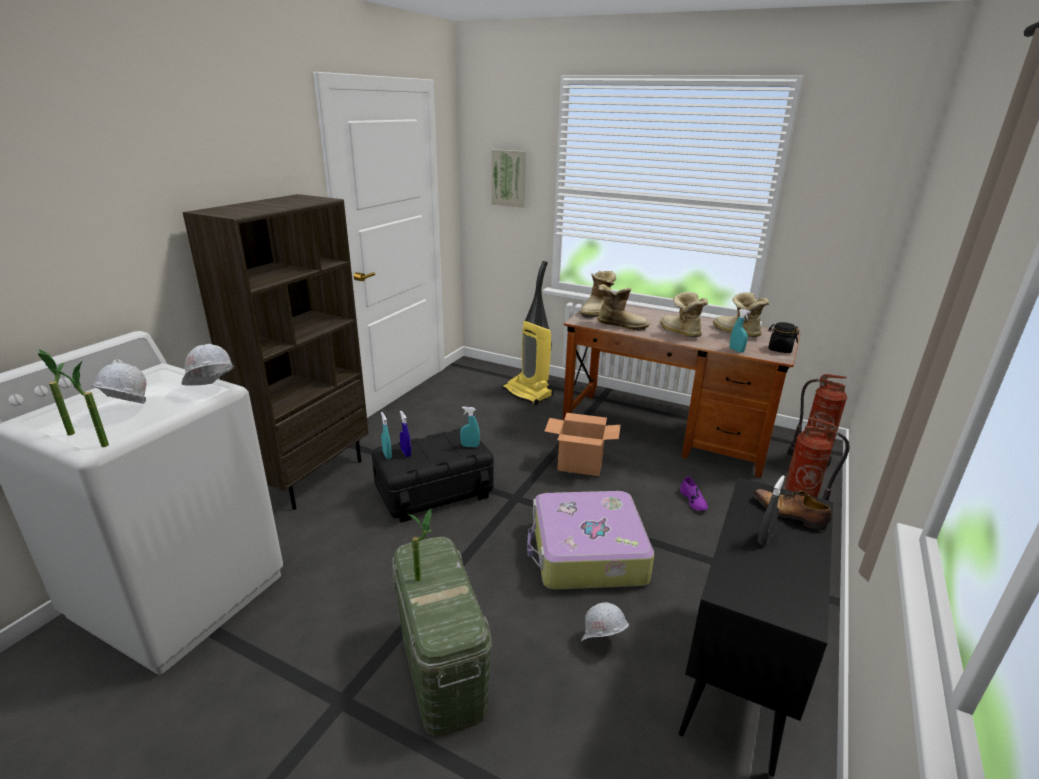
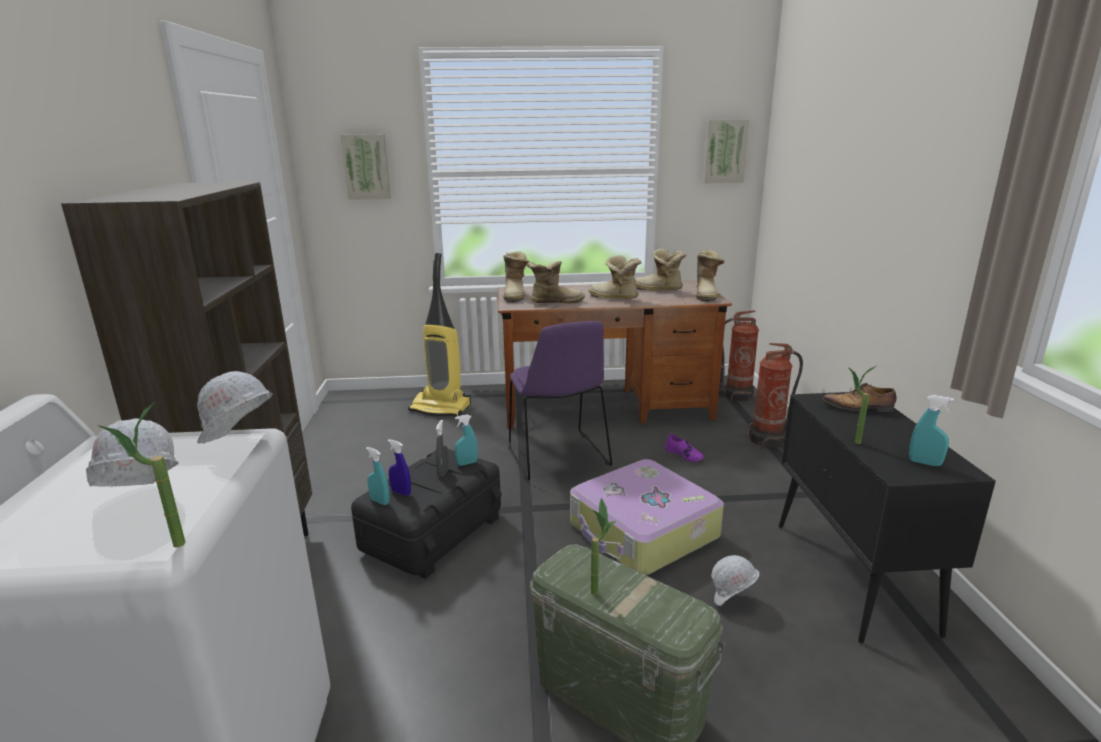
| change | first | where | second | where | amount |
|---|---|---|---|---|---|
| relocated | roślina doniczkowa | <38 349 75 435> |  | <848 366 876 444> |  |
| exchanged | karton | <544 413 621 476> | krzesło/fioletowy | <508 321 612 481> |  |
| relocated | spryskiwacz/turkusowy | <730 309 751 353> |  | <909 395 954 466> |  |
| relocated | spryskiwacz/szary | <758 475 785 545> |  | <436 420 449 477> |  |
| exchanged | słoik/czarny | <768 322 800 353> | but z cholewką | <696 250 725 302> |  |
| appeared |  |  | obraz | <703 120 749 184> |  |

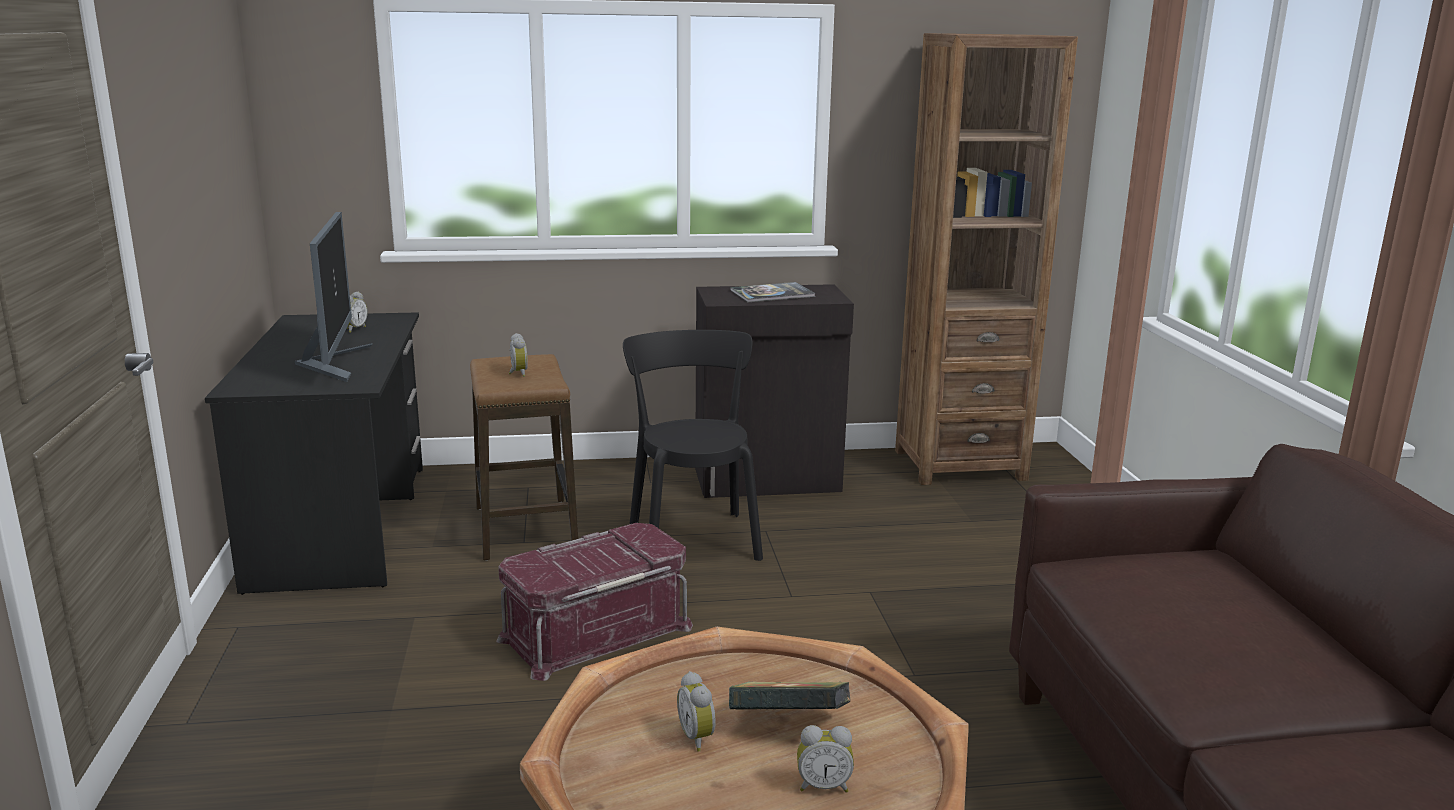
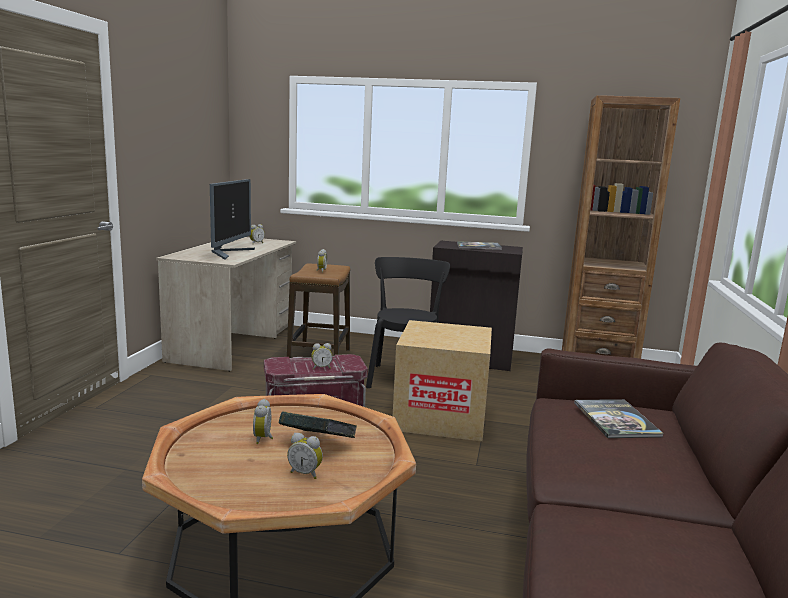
| change | first | where | second | where | amount |
|---|---|---|---|---|---|
| colour | biurko/czarny | <205 312 423 595> | biurko/beżowy | <156 237 296 371> |  |
| appeared |  |  | budzik | <311 343 333 369> |  |
| appeared |  |  | karton | <393 320 492 441> |  |
| appeared |  |  | książka | <574 399 664 438> |  |

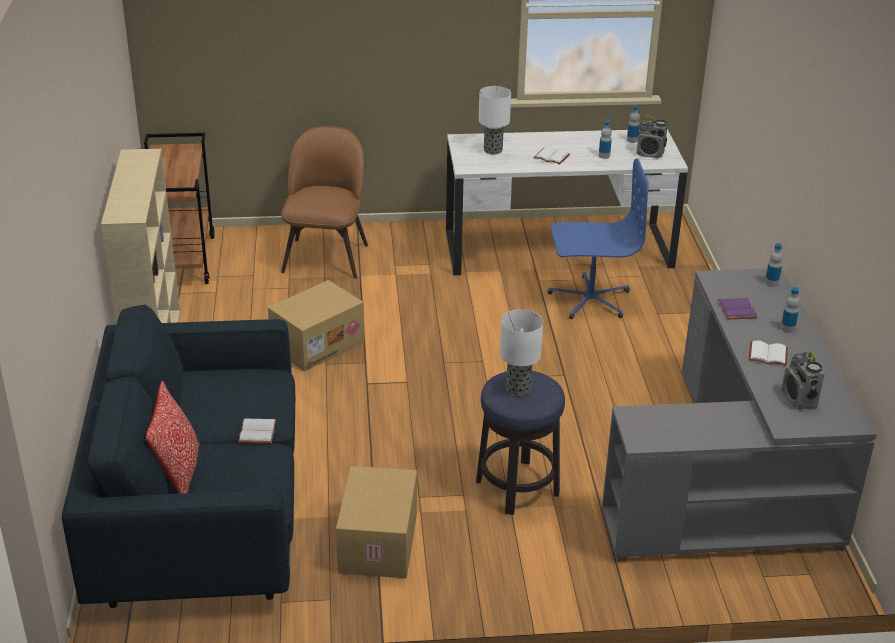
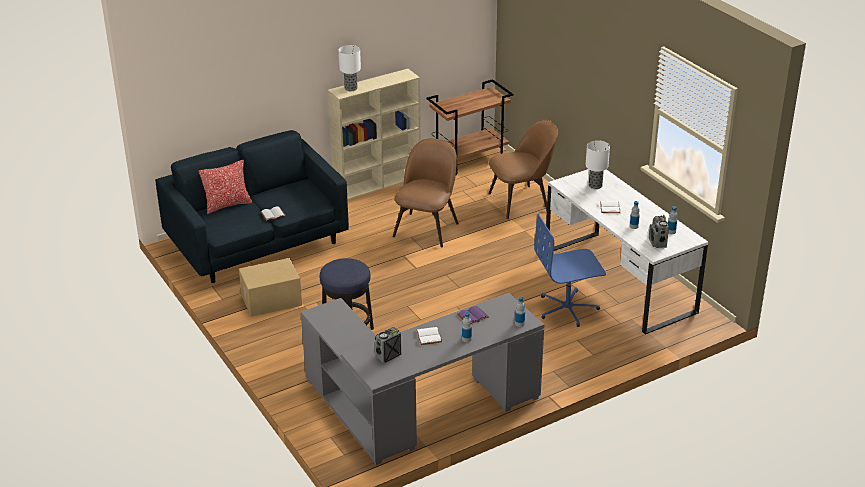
| change | first | where | second | where | amount |
|---|---|---|---|---|---|
| exchanged | karton | <268 280 365 372> | krzesło/brązowy | <393 138 459 247> |  |
| relocated | lampa stołowa | <500 309 543 396> |  | <339 45 361 91> |  |
| spun | krzesło biurowe/niebieski | <548 158 649 319> |  | <534 214 606 327> | 105 degrees clockwise |

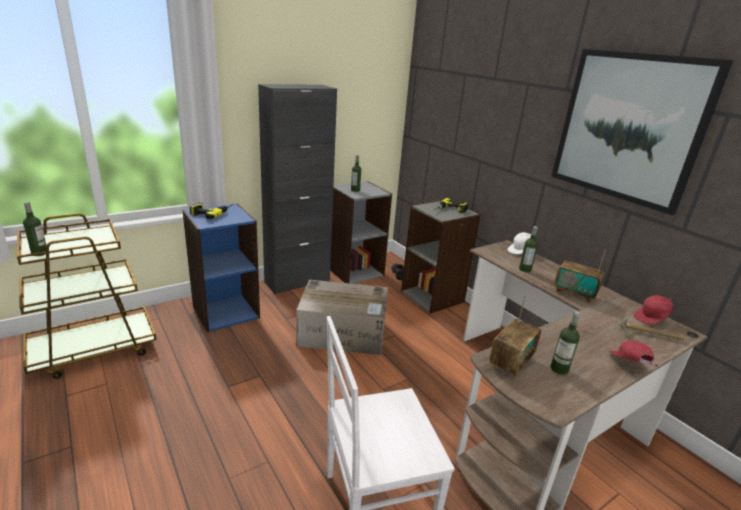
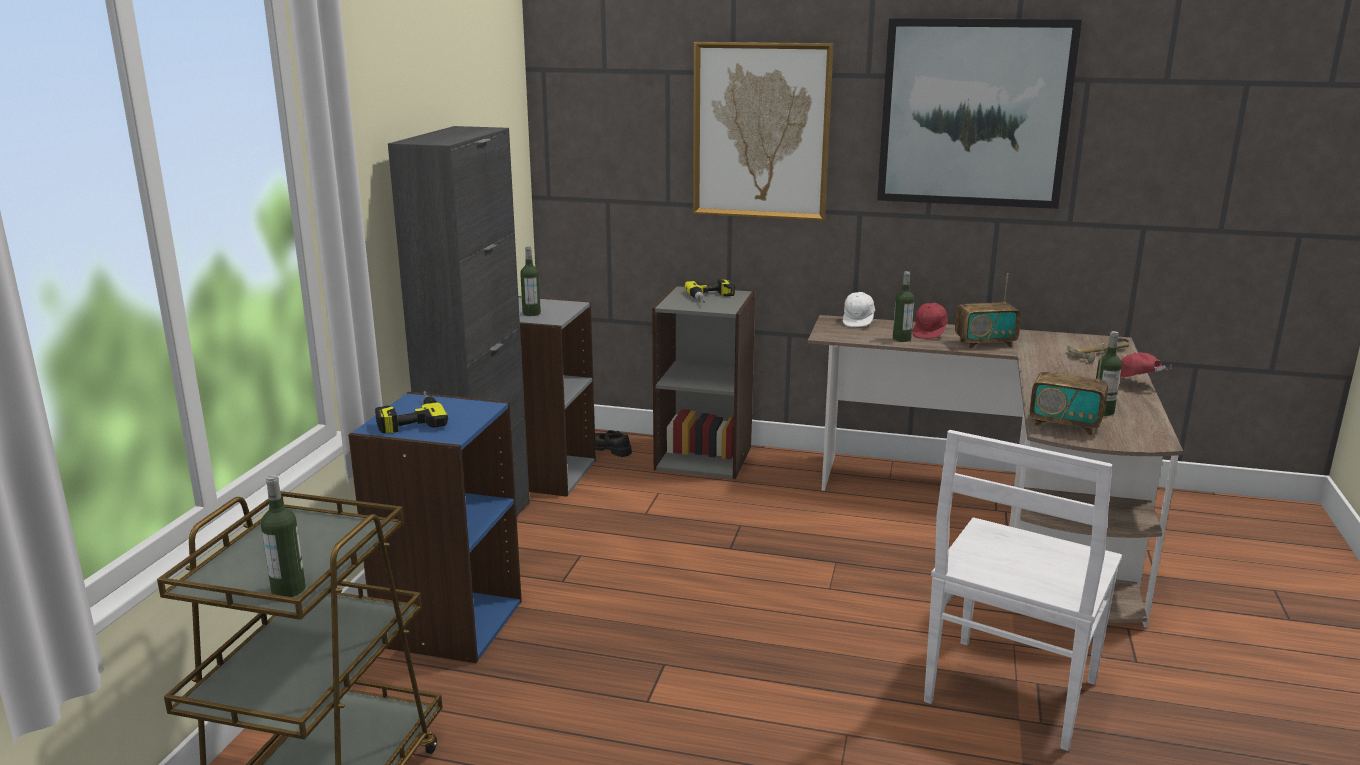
| change | first | where | second | where | amount |
|---|---|---|---|---|---|
| missing | karton | <296 279 388 355> |  |  |  |
| spun | radio | <489 296 542 378> |  | <1029 344 1108 435> | 120 degrees clockwise |
| relocated | czapka z daszkiem/czerwony | <634 295 673 324> |  | <912 303 948 339> |  |
| appeared |  |  | obraz | <693 42 834 221> |  |

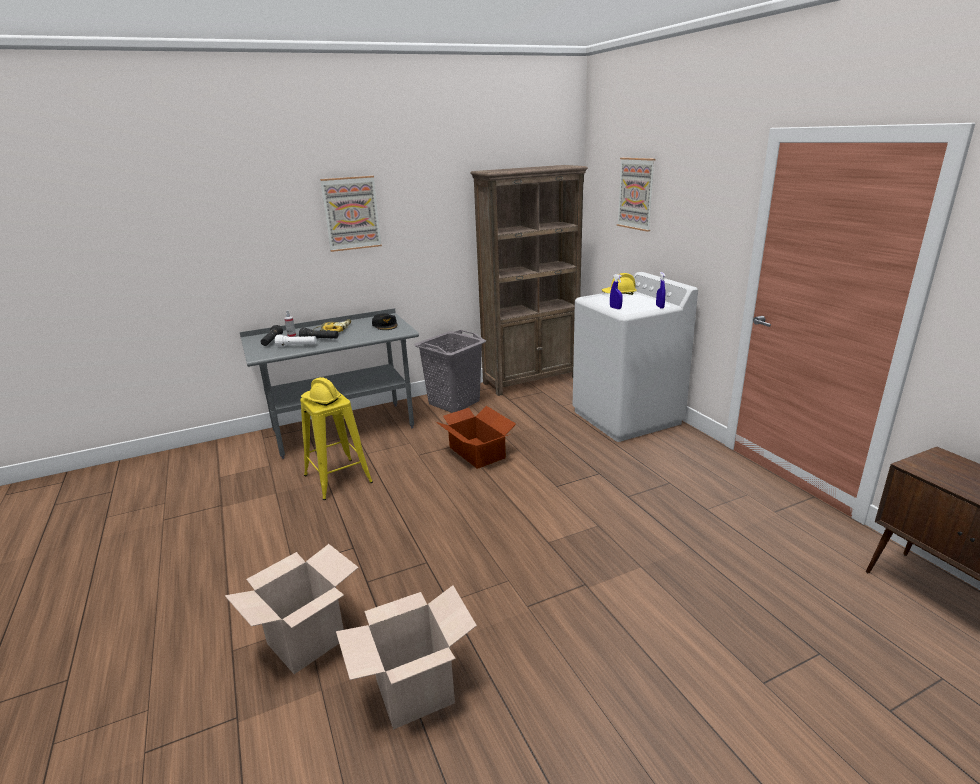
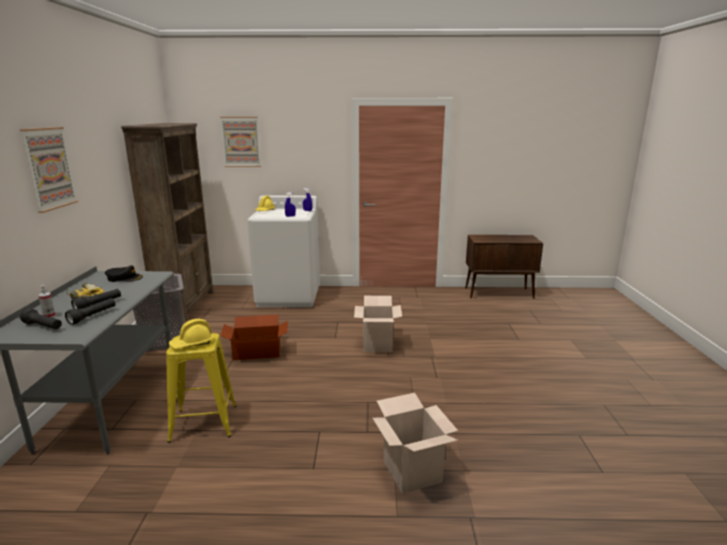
| change | first | where | second | where | amount |
|---|---|---|---|---|---|
| colour | latarka/biały | <275 335 317 347> | latarka/czarny | <65 298 115 325> |  |
| relocated | karton | <336 585 477 730> |  | <354 296 402 352> |  |

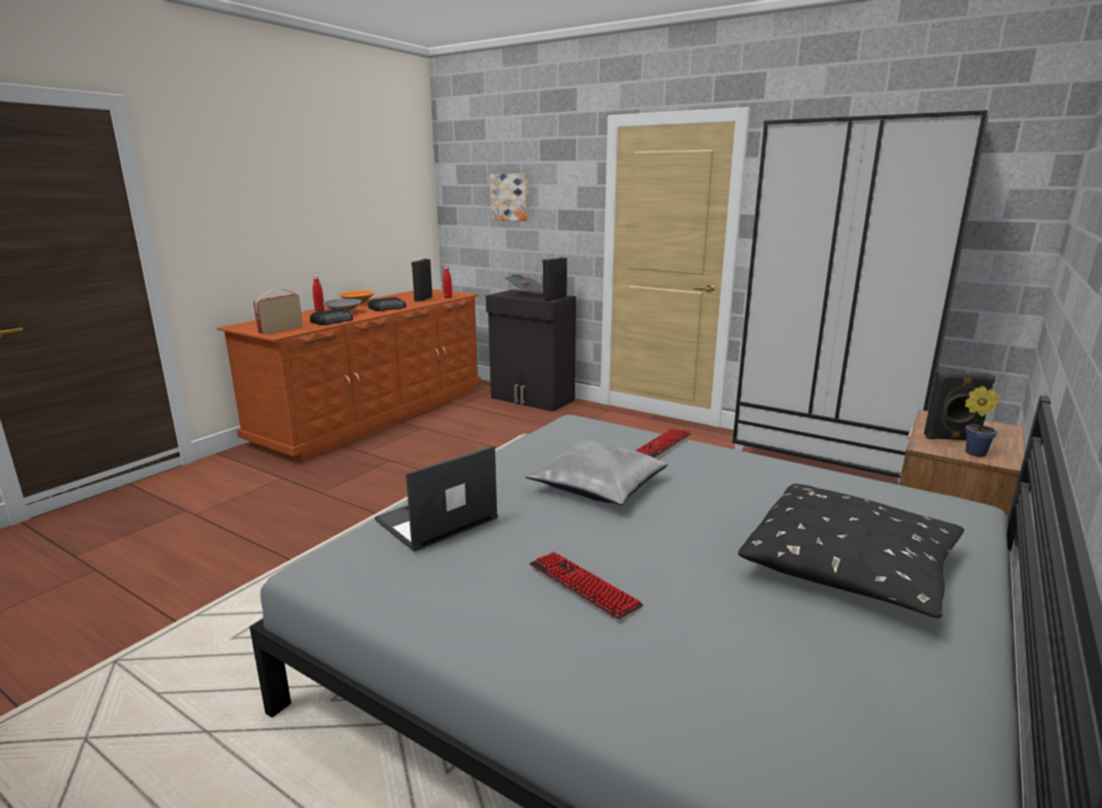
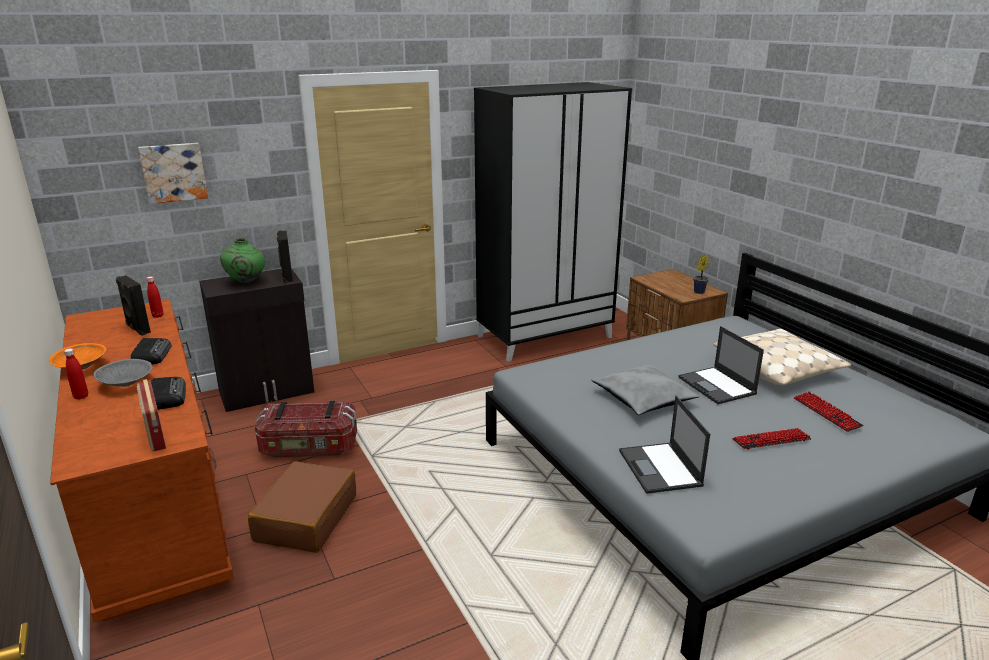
| change | first | where | second | where | amount |
|---|---|---|---|---|---|
| exchanged | gazeta | <505 274 543 293> | wazon/zielony | <220 238 265 283> |  |
| relocated | klawiatura | <635 428 691 458> |  | <794 391 864 432> |  |
| colour | poduszka/czarny | <738 484 964 618> | poduszka/beżowy | <713 329 851 385> |  |
| missing | głośnik/czarny | <924 371 996 440> |  |  |  |
| appeared |  |  | walizka/brązowy | <248 461 356 553> |  |
| appeared |  |  | pojemnik do przechowywania | <255 400 357 458> |  |
| appeared |  |  | laptop | <679 326 764 404> |  |

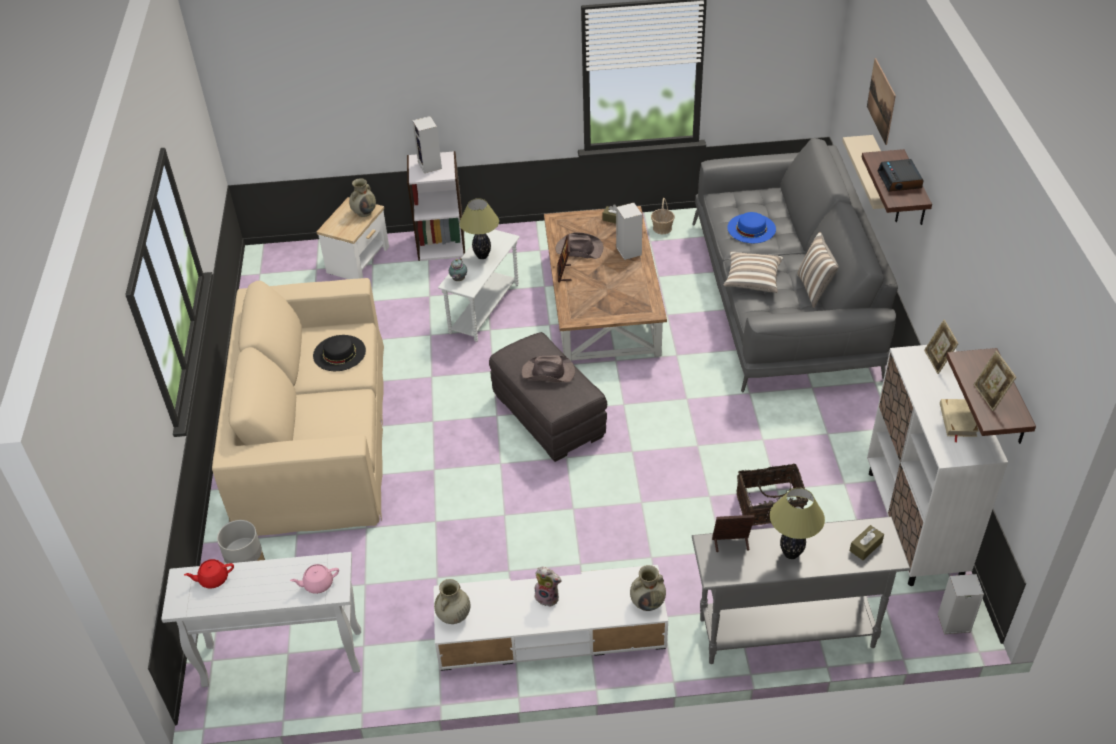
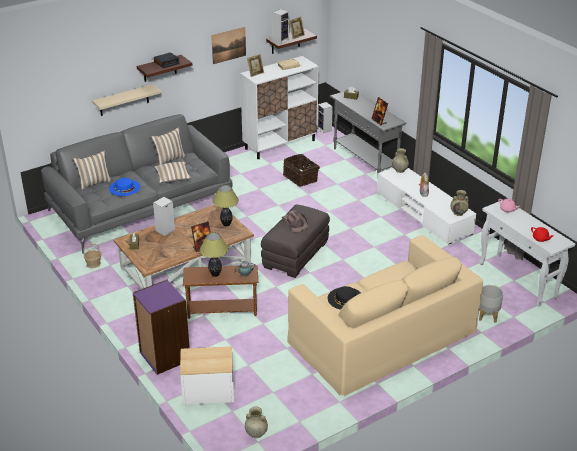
| change | first | where | second | where | amount |
|---|---|---|---|---|---|
| relocated | wazon/beżowy | <349 178 376 217> |  | <245 406 268 438> |  |
| colour | regał/biały | <407 151 465 261> | regał/fioletowy | <133 280 190 375> |  |
| relocated | głośnik | <412 116 442 173> |  | <272 9 289 44> |  |
| colour | stolik/biały | <438 229 520 342> | stolik/brązowy | <183 265 258 319> |  |
| missing | kapelusz/brązowy | <555 233 603 259> |  |  |  |
| relocated | lampa stołowa | <770 488 825 559> |  | <212 185 239 226> |  |
| relocated | obraz | <867 58 896 145> |  | <211 27 246 64> |  |
| appeared |  |  | poduszka | <73 150 112 190> |  |

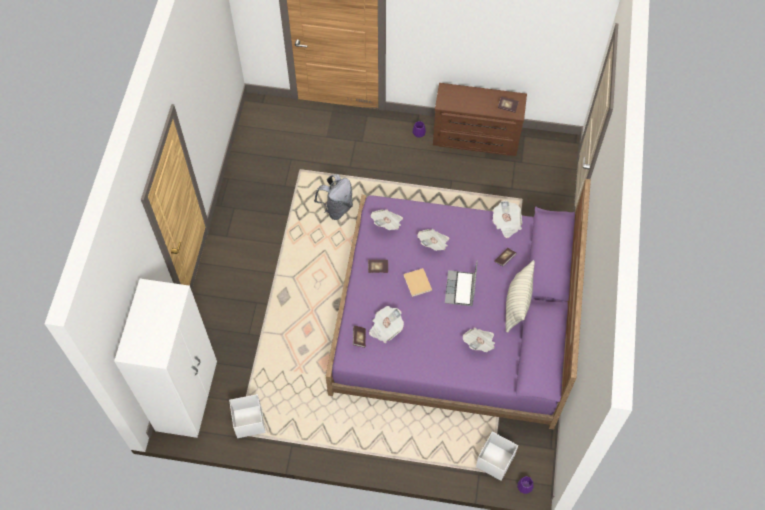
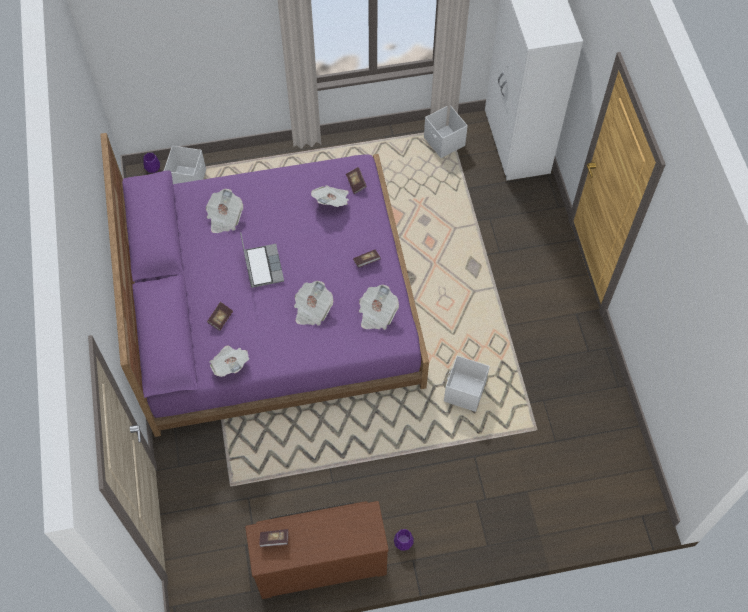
| change | first | where | second | where | amount |
|---|---|---|---|---|---|
| exchanged | plecak/szary | <314 174 353 220> | pojemnik do przechowywania/biały | <444 356 490 412> |  |
| missing | książka/beżowy | <404 268 432 297> |  |  |  |
| missing | poduszka | <505 260 535 333> |  |  |  |

